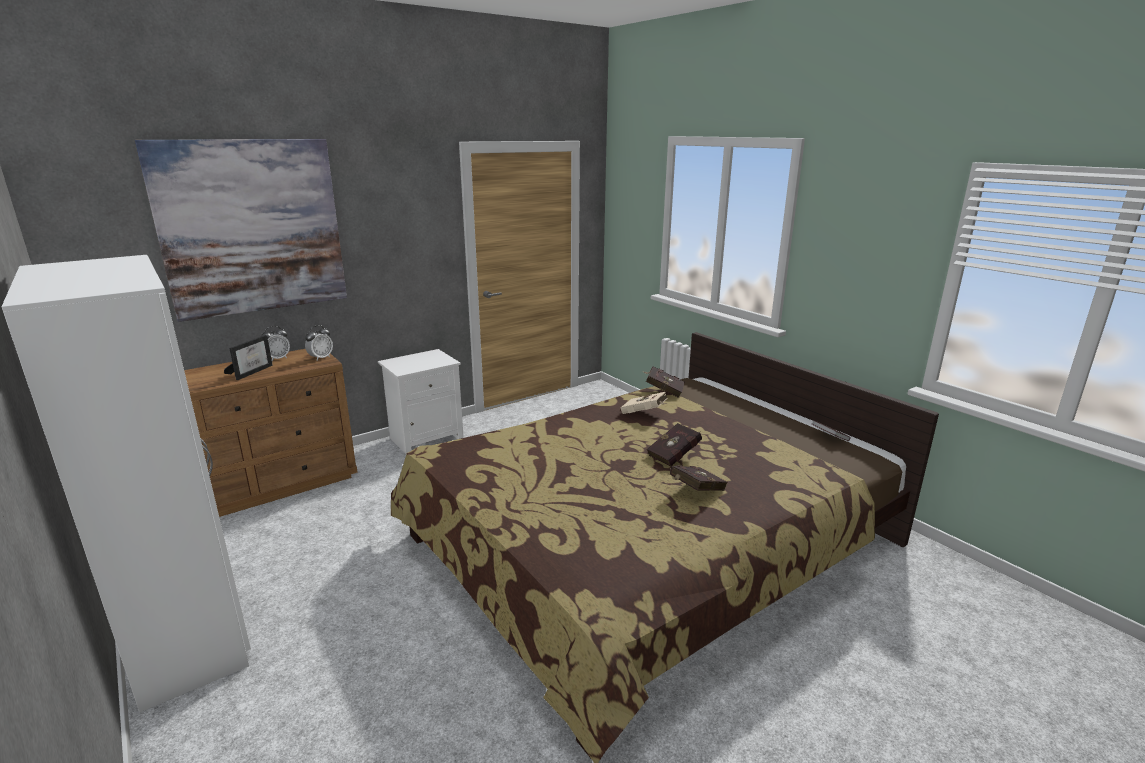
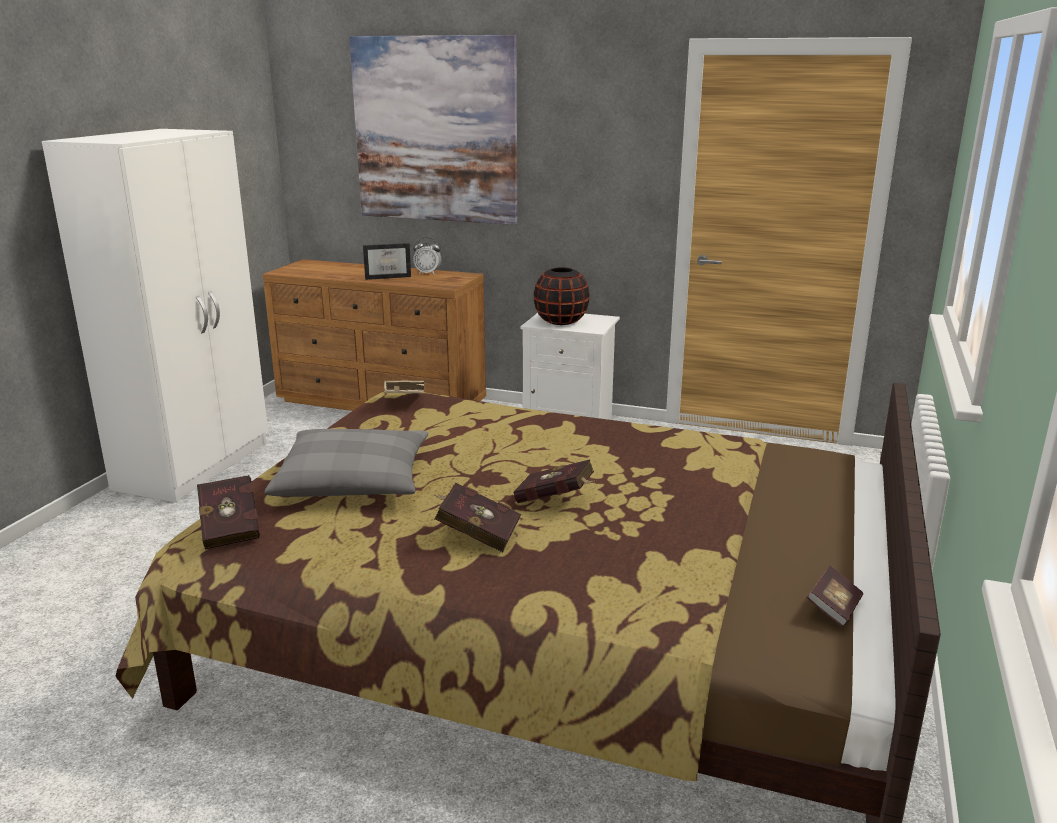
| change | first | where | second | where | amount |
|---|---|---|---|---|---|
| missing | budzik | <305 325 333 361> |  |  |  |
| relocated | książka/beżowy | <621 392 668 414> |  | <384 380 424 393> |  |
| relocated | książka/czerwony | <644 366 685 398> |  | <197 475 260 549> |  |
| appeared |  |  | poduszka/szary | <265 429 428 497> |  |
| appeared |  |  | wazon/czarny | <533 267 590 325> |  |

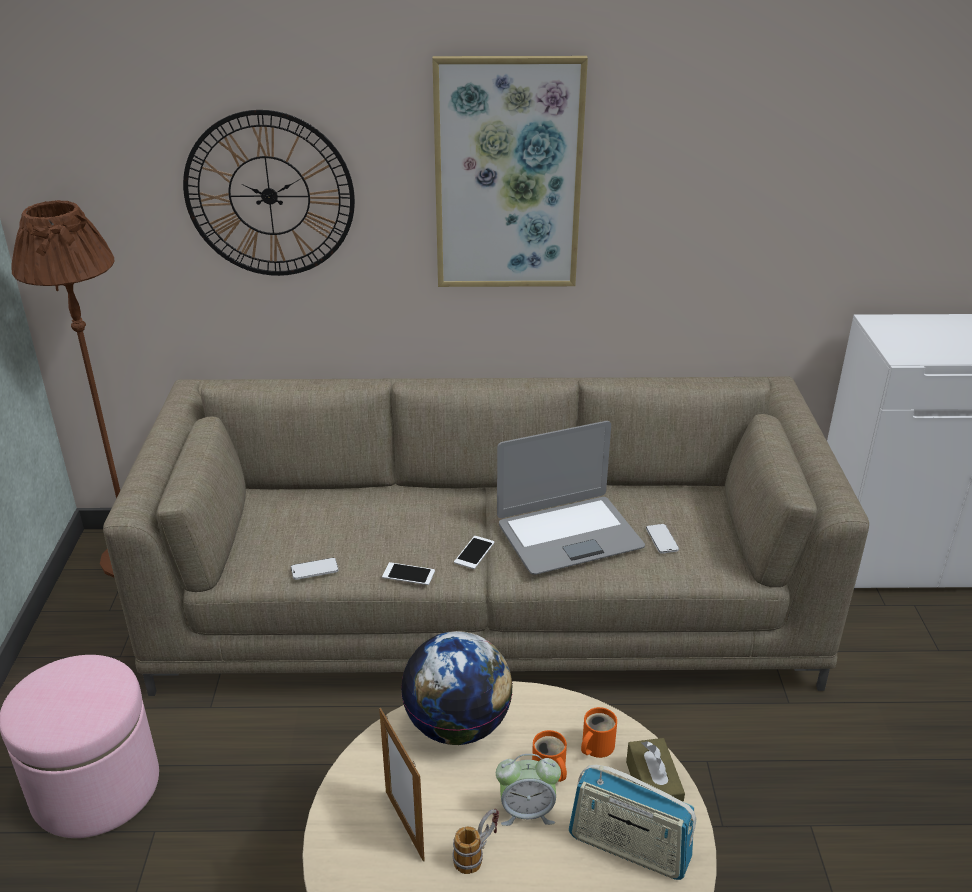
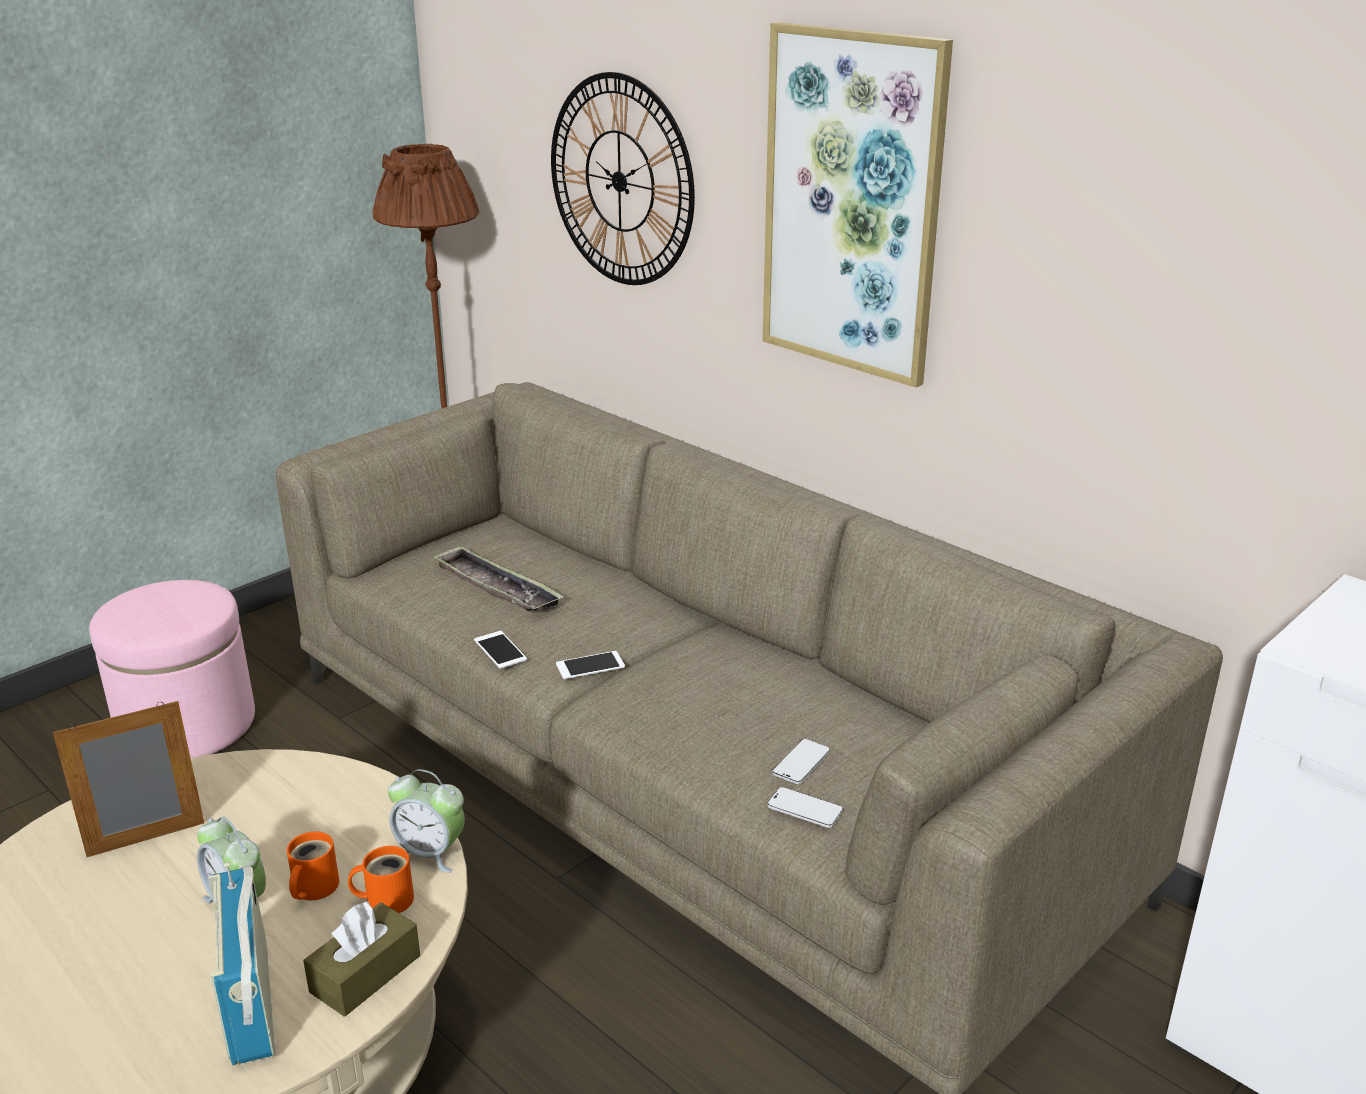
| change | first | where | second | where | amount |
|---|---|---|---|---|---|
| relocated | telefon | <291 558 338 580> |  | <768 787 843 828> |  |
| spun | ramka na zdjęcie | <379 708 425 862> |  | <53 701 204 857> | 45 degrees clockwise |
| missing | globus | <401 631 513 745> |  |  |  |
| missing | kubek | <452 809 499 874> |  |  |  |
| missing | laptop | <497 421 645 575> |  |  |  |
| appeared |  |  | budzik | <388 769 465 873> |  |
| appeared |  |  | taca | <432 545 564 611> |  |

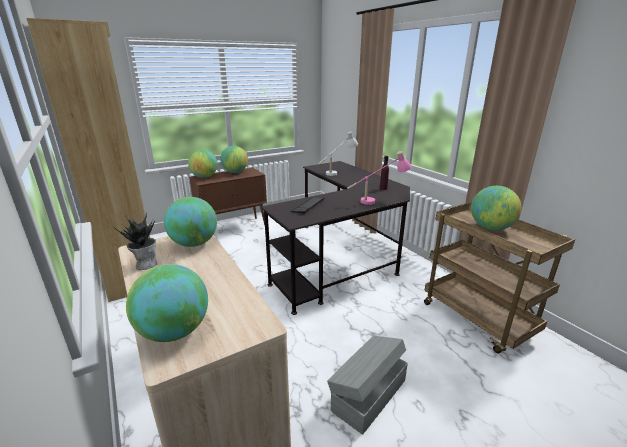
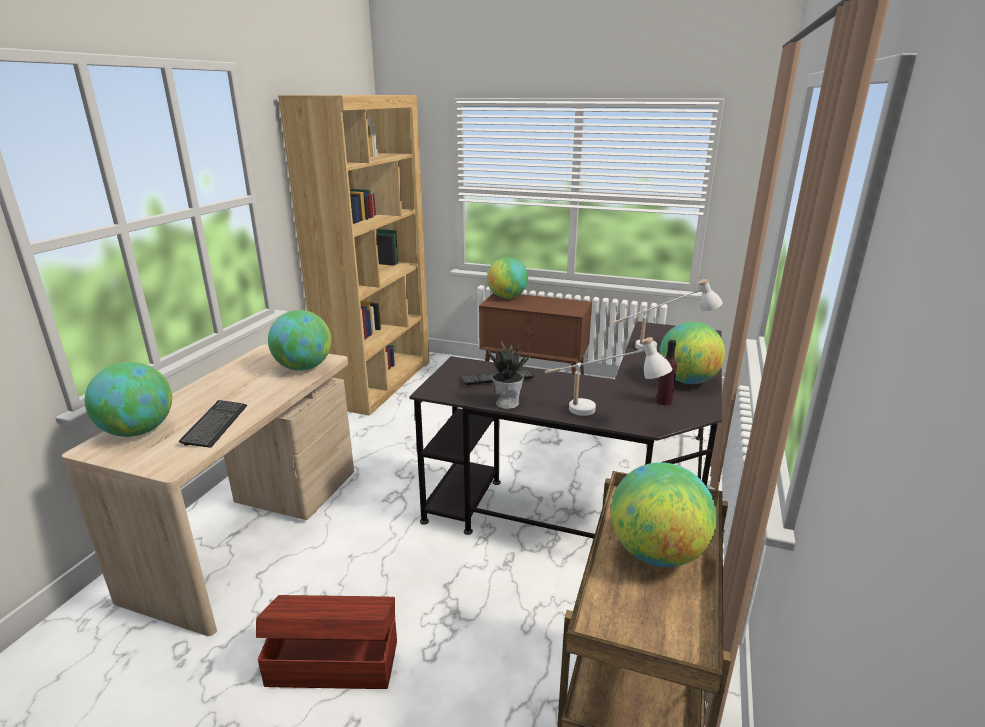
| change | first | where | second | where | amount |
|---|---|---|---|---|---|
| relocated | roślina doniczkowa | <113 213 157 270> |  | <487 343 533 409> |  |
| relocated | globus | <220 146 248 173> |  | <659 322 725 384> |  |
| colour | pojemnik do przechowywania/szary | <327 336 408 435> | pojemnik do przechowywania/brązowy | <256 595 397 689> |  |
| colour | lampa stołowa/różowy | <347 151 412 205> | lampa stołowa/biały | <545 337 673 416> |  |
| appeared |  |  | klawiatura | <179 400 247 448> |  |

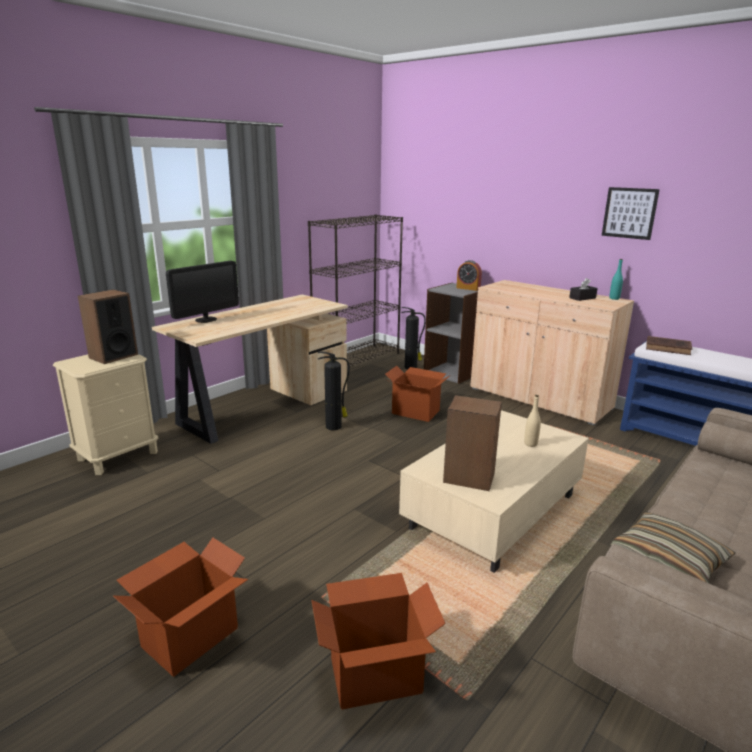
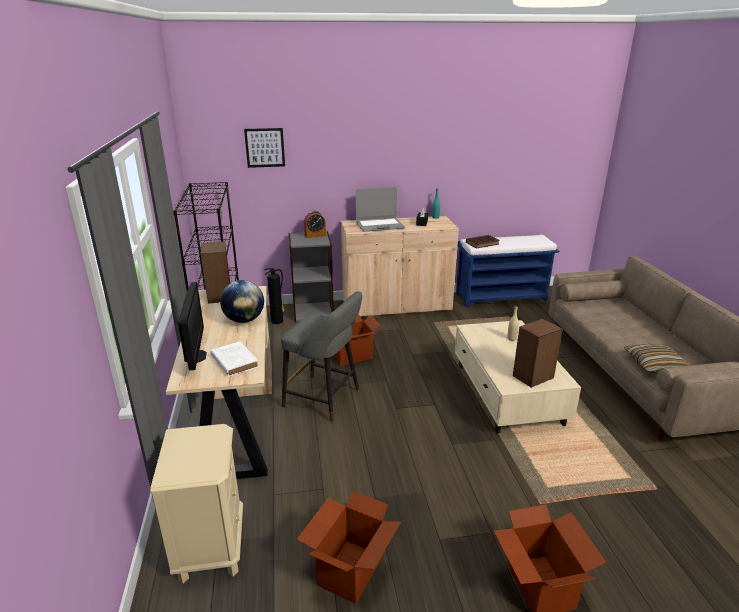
| change | first | where | second | where | amount |
|---|---|---|---|---|---|
| relocated | głośnik | <78 289 138 364> |  | <201 241 230 304> |  |
| relocated | karton | <312 573 446 710> |  | <297 491 401 604> |  |
| exchanged | gaśnica | <318 351 350 430> | stołek/szary | <281 291 362 422> |  |
| relocated | obraz | <602 187 660 240> |  | <244 128 285 168> |  |
| appeared |  |  | książka/biały | <211 341 259 377> |  |
| appeared |  |  | globus | <220 280 264 323> |  |
| appeared |  |  | laptop | <356 187 405 232> |  |

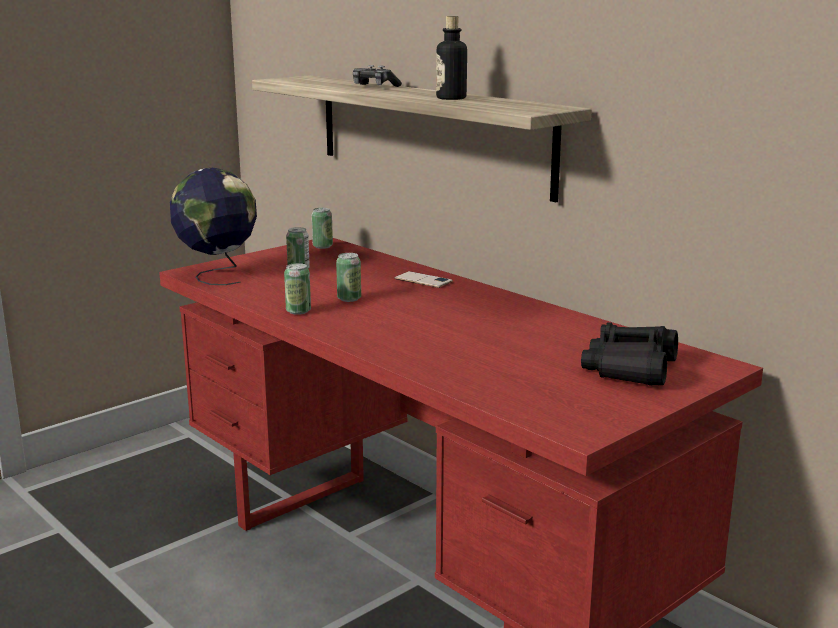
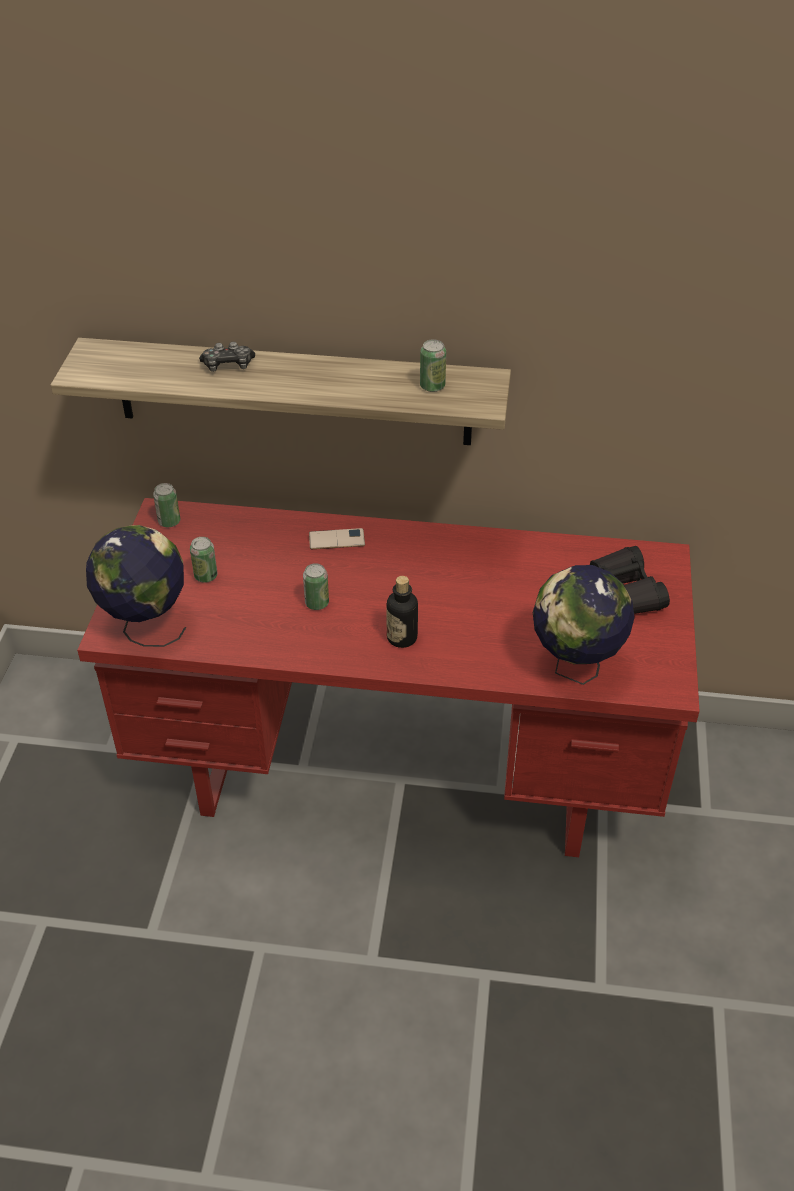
| change | first | where | second | where | amount |
|---|---|---|---|---|---|
| relocated | puszka | <284 263 311 315> |  | <420 339 446 392> |  |
| relocated | butelka | <436 16 467 100> |  | <386 576 418 648> |  |
| appeared |  |  | globus | <533 565 635 685> |  |

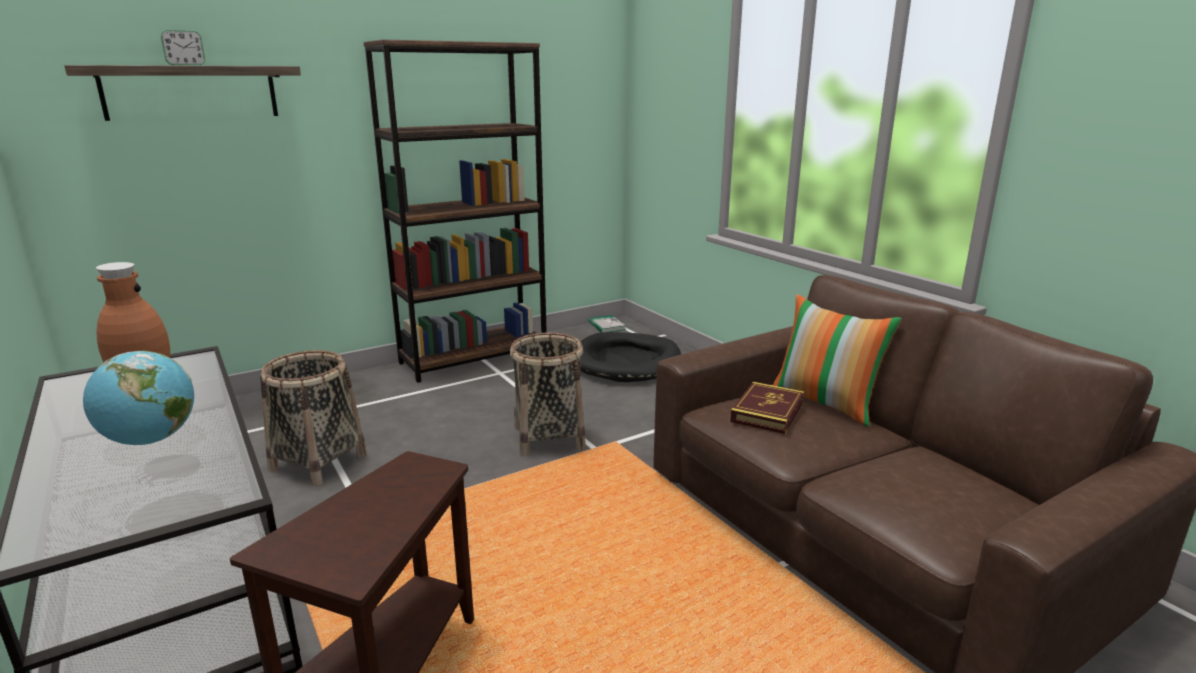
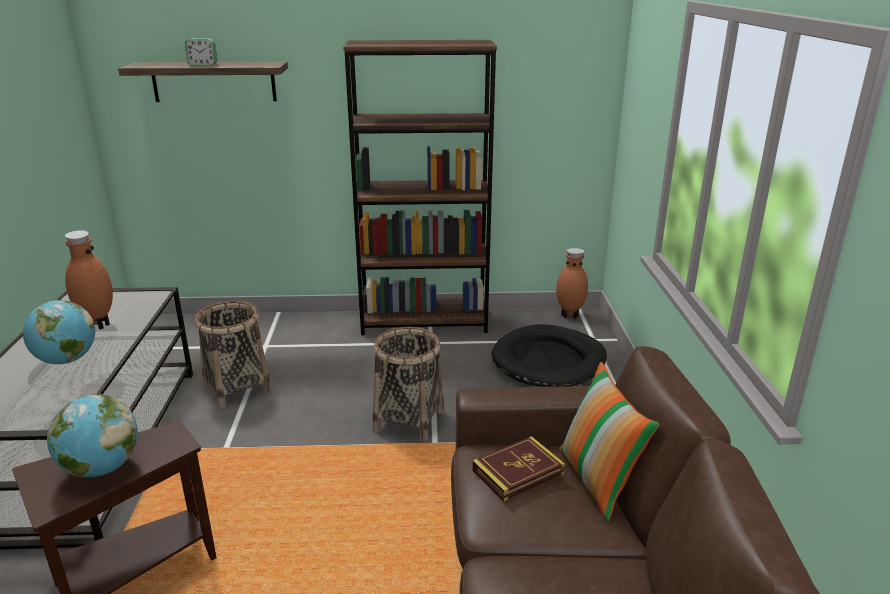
| change | first | where | second | where | amount |
|---|---|---|---|---|---|
| exchanged | książka | <588 315 626 332> | wazon/brązowy | <556 248 588 319> |  |
| appeared |  |  | globus | <47 394 138 478> |  |

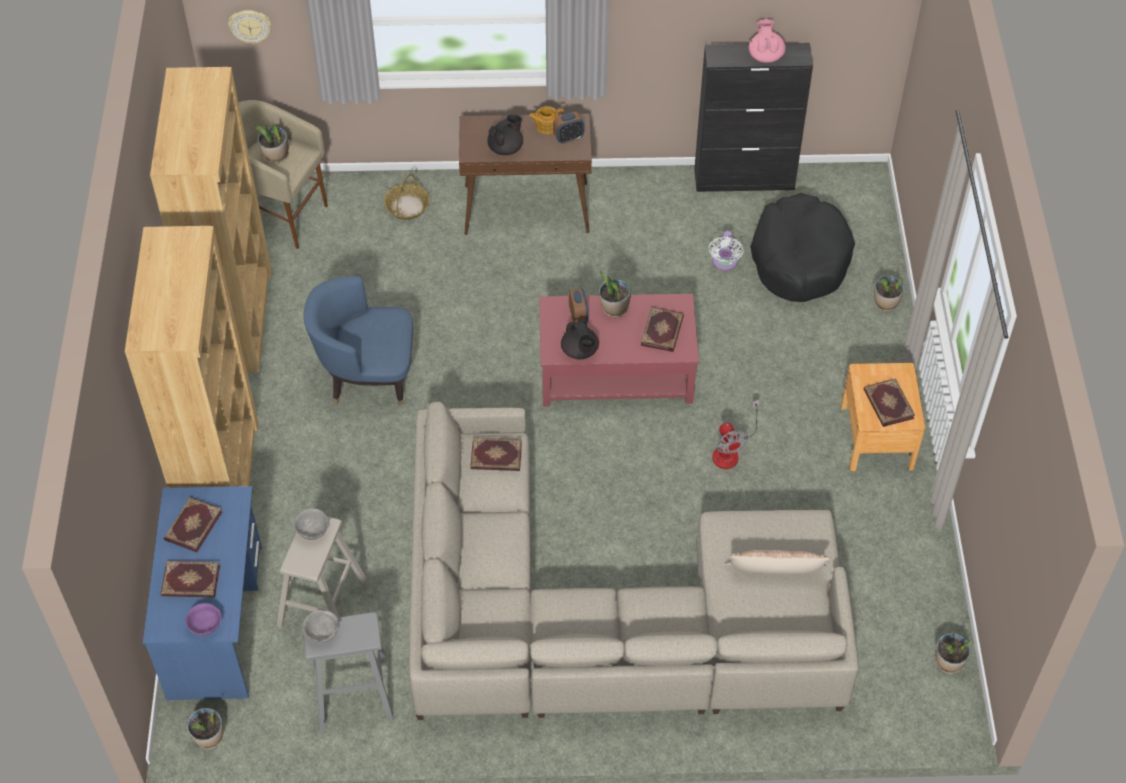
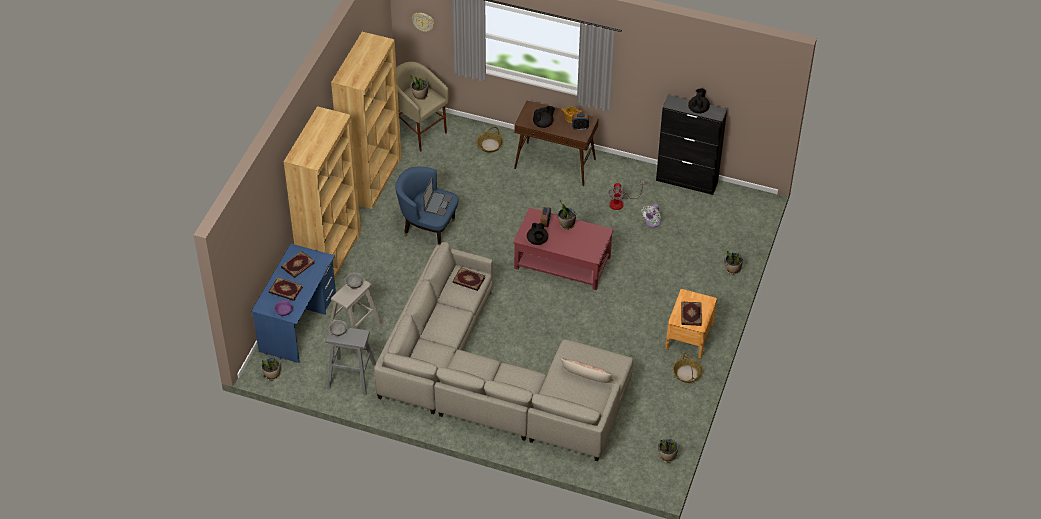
| change | first | where | second | where | amount |
|---|---|---|---|---|---|
| missing | książka | <641 306 684 352> |  |  |  |
| relocated | wentylator | <712 400 759 469> |  | <608 180 644 210> |  |
| colour | imbryk/różowy | <749 19 786 63> | imbryk/czarny | <688 89 710 114> |  |
| missing | legowisko/czarny | <750 193 855 302> |  |  |  |
| appeared |  |  | laptop | <423 177 453 216> |  |
| appeared |  |  | koszyk | <673 352 703 383> |  |

